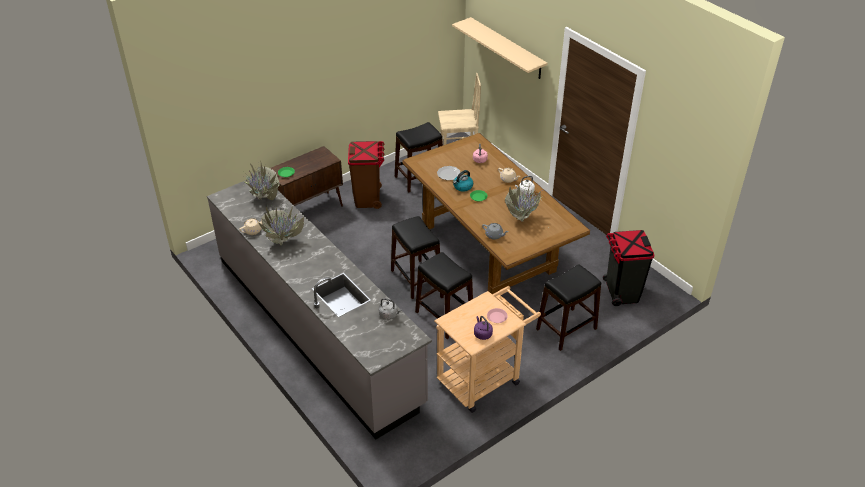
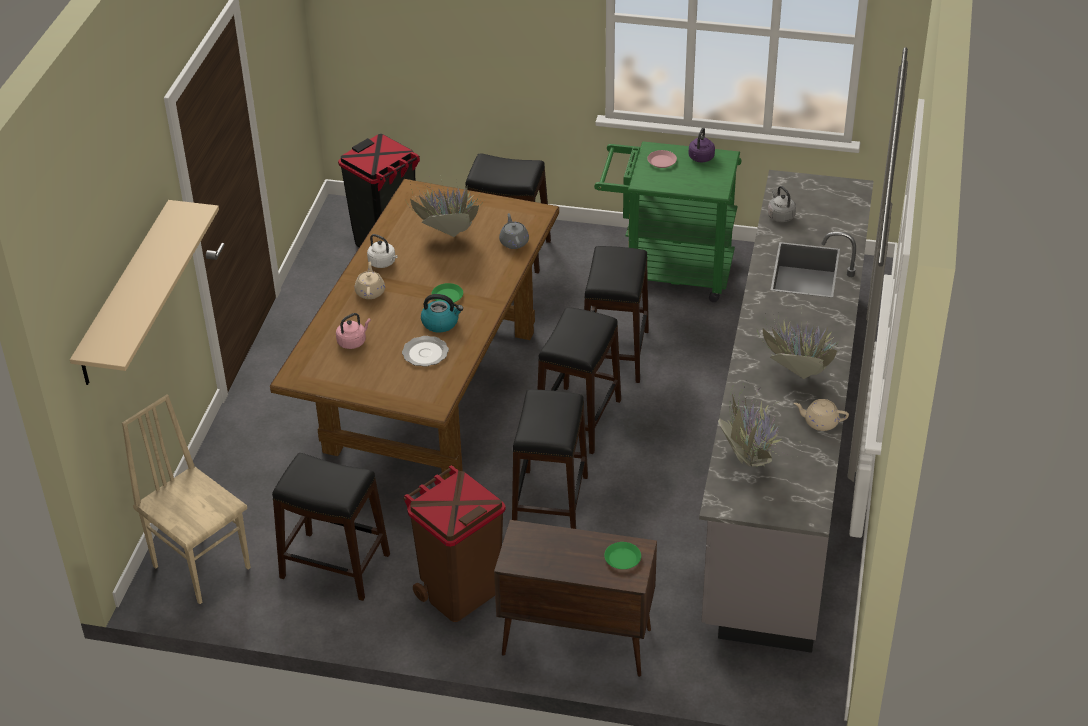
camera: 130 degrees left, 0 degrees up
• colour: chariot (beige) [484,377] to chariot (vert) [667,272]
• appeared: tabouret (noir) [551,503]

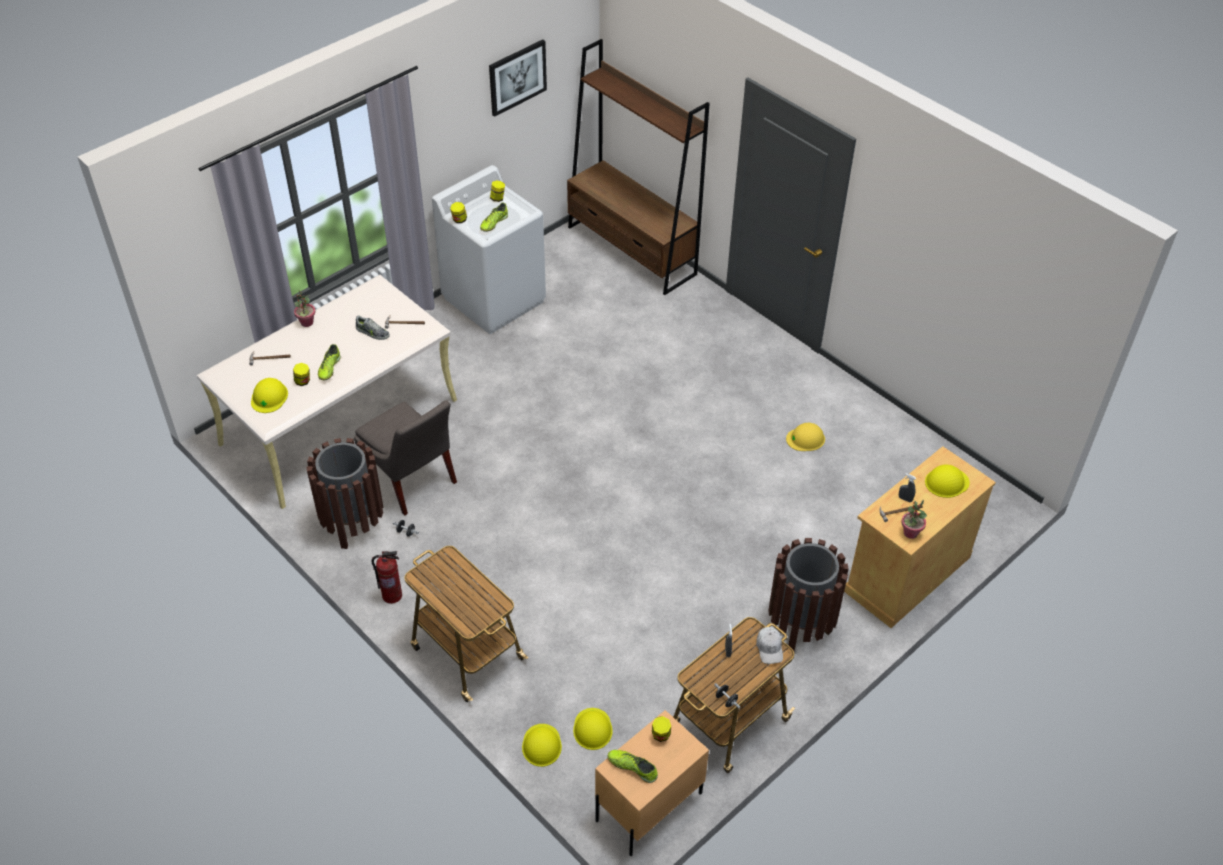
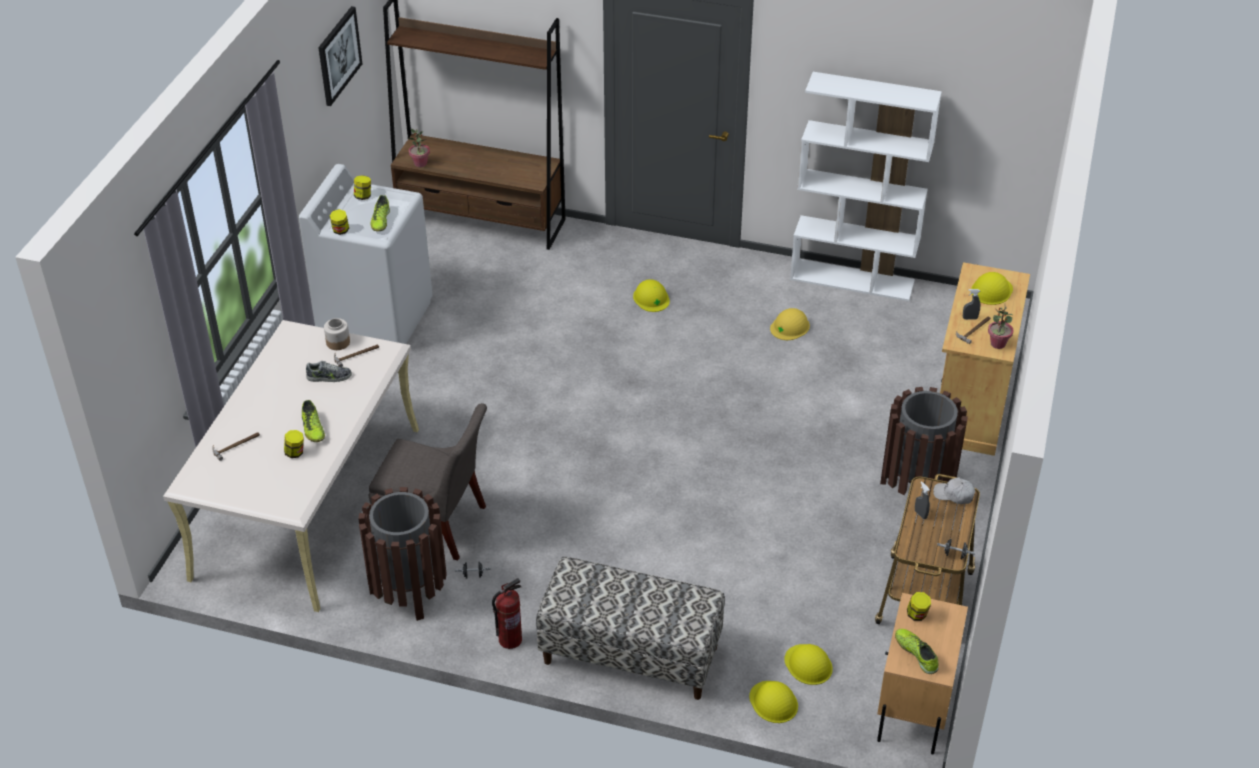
camera: 30 degrees left, 5 degrees down
• relocated: plante en pot [307,322] to [420,163]
• relocated: casque de chantier (jaune) [269,397] to [651,298]
• exchanged: chariot [466,651] to banc [630,655]
• spun: casquette (blanc) [769,648] = [954,495] 150 degrees clockwise
• spun: chaussure [632,767] = [916,654] 60 degrees clockwise
• appeared: bibliothèque (blanc) [853,280]
• appeared: bocal [338,343]

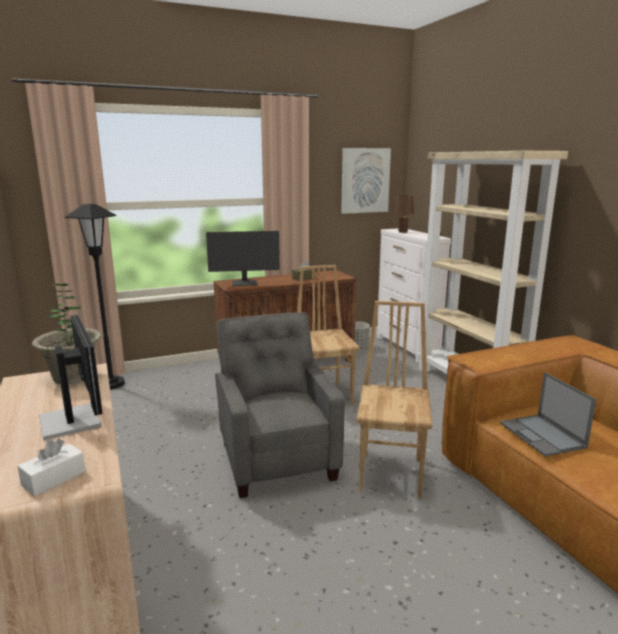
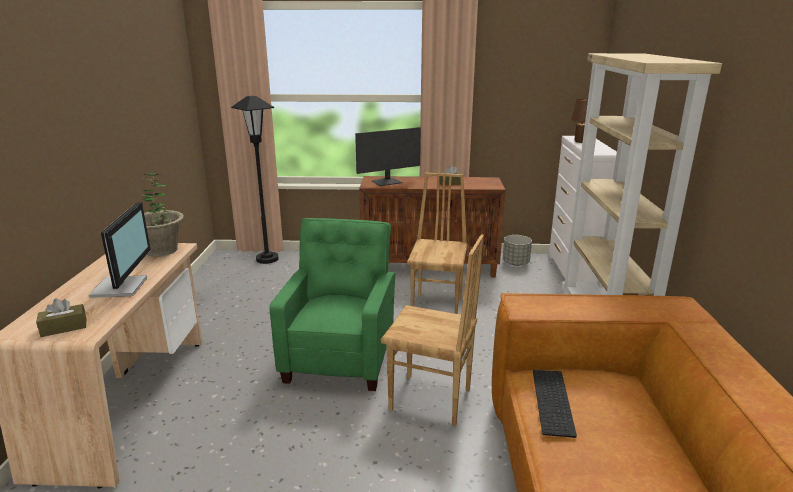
camera: 25 degrees right, 5 degrees up
• missing: tableau [365,180]
• spun: écran d'ordinateur [244,283] = [387,182] 45 degrees counterclockwise
• spun: chaise (marron) [392,474] = [430,400] 75 degrees clockwise
• colour: fauteuil (gris) [277,459] to fauteuil (vert) [341,357]
• exchanged: ordinateur portable [542,435] to clavier [554,402]
• colour: boîte à mouchoirs (blanc) [54,478] to boîte à mouchoirs (marron) [64,327]

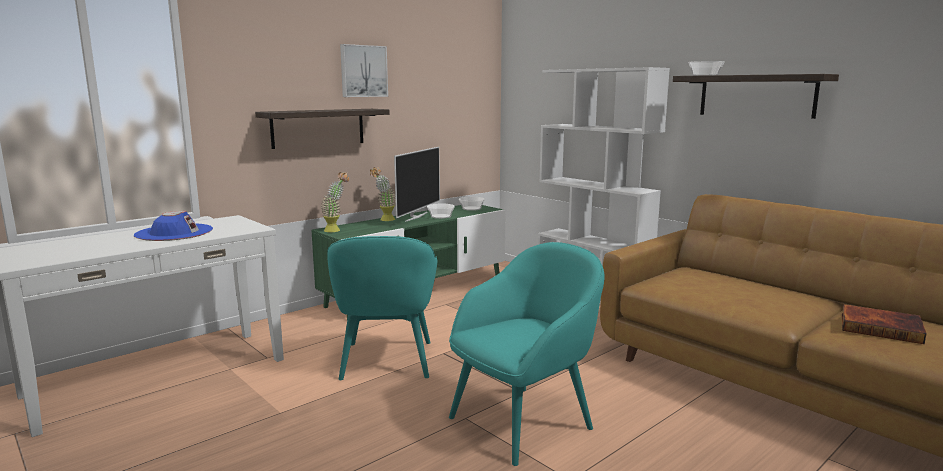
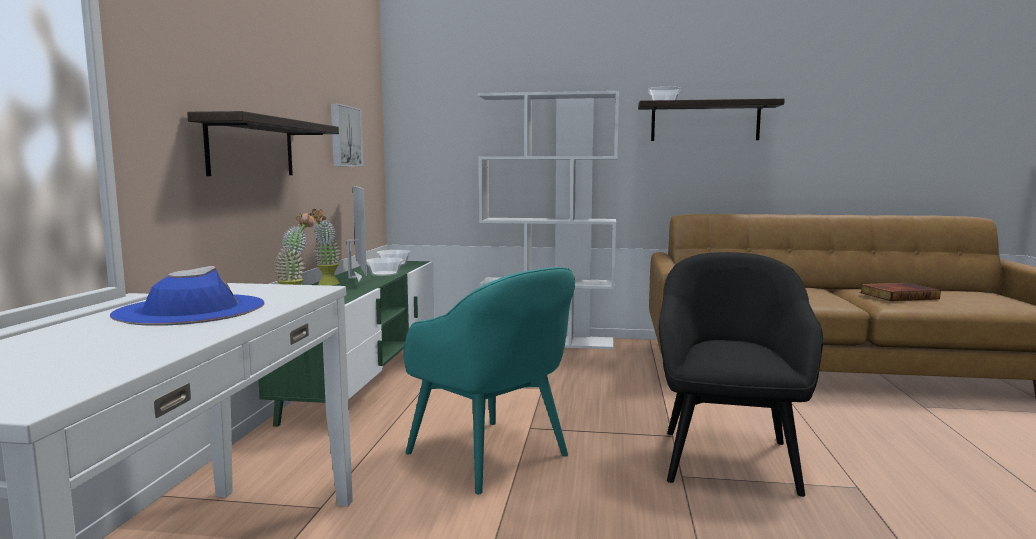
camera: 40 degrees left, 5 degrees down
• relocated: tableau [363,71] to [344,136]
• colour: fauteuil (turquoise) [523,421] to fauteuil (noir) [728,459]

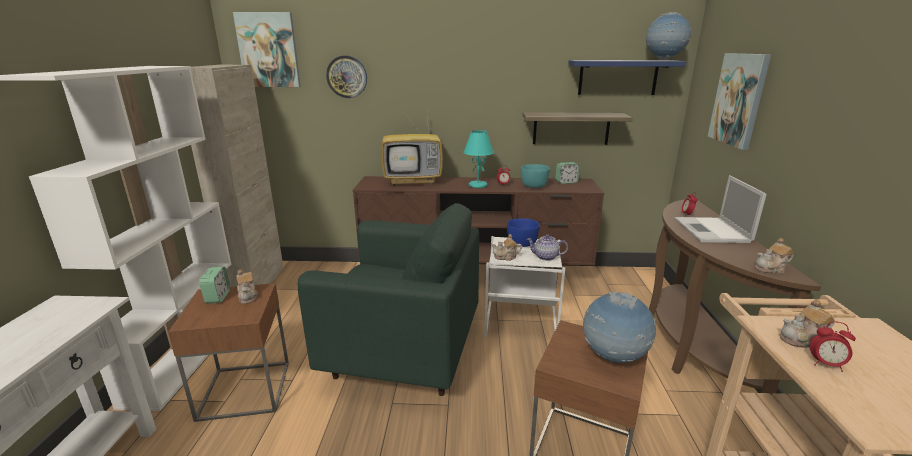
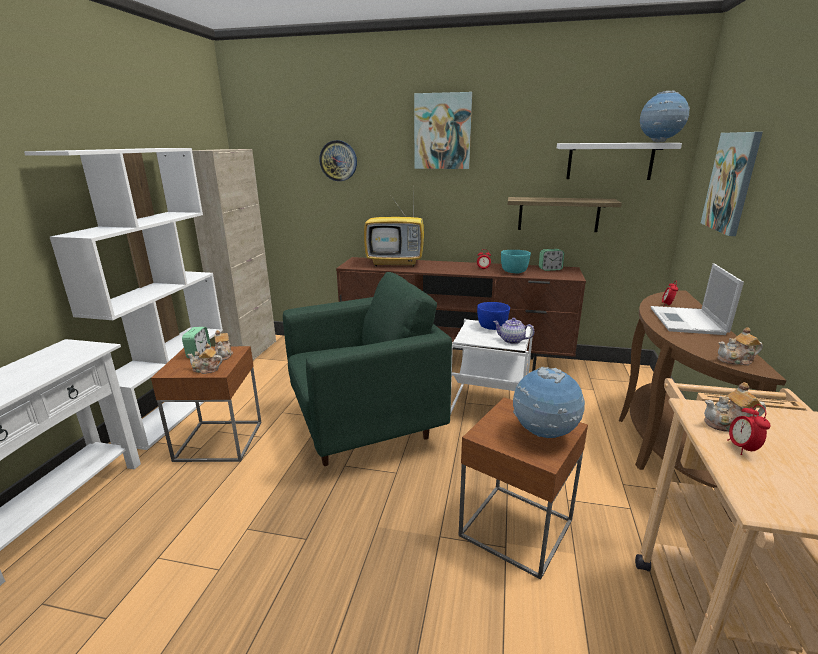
camera: 10 degrees right, 0 degrees up
• relocated: tableau [268,50] to [442,131]
• colour: étagère (bleu) [617,77] to étagère (blanc) [610,161]
• missing: lampe de table (turquoise) [477,185]
• spun: fauteuil (vert) [403,357] = [365,427] 45 degrees counterclockwise
• relocated: théière [506,257] to [206,369]
• spun: réveil [825,364] = [742,448] 60 degrees clockwise

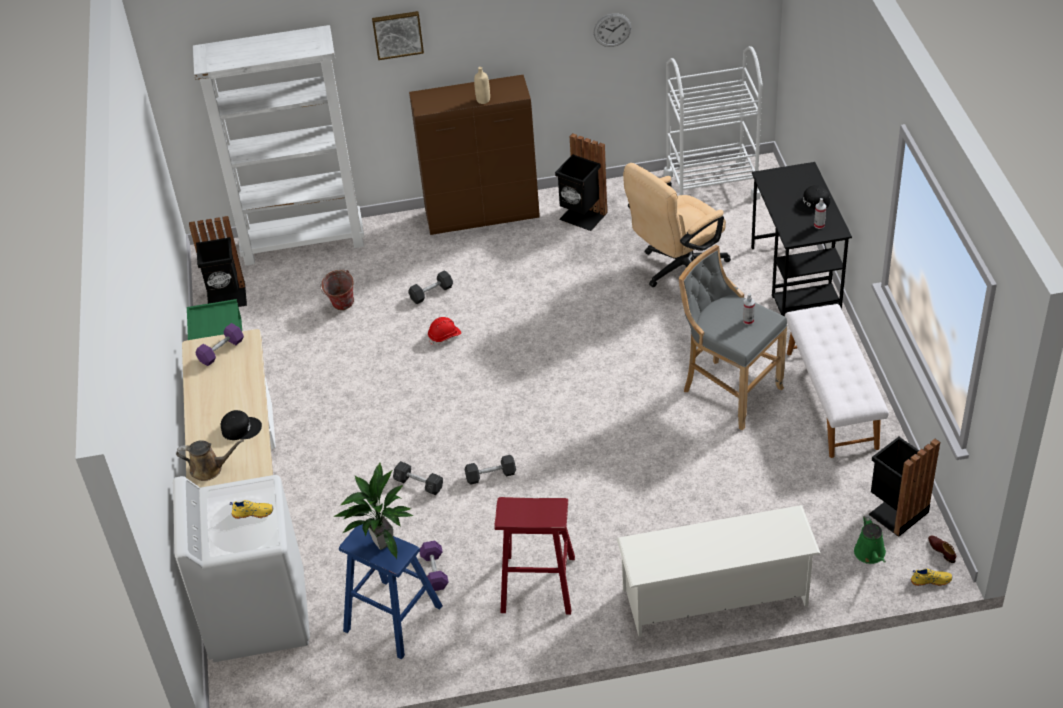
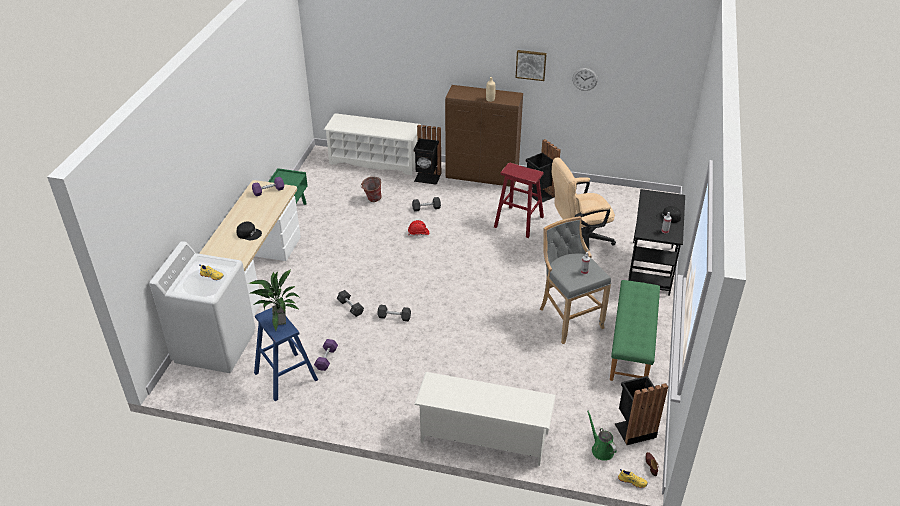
camera: 20 degrees right, 5 degrees down
• relocated: tableau [397,34] to [531,64]
• exchanged: bibliothèque (blanc) [304,242] to étagère à chaussures (blanc) [375,161]
• missing: chariot (blanc) [711,186]
• relocated: poubelle (noir) [227,299] to [427,178]
• colour: banc (blanc) [832,399] to banc (vert) [632,345]
• missing: arrosoir (marron) [209,469]
• relocated: tabouret (rouge) [538,584] to [518,222]
• spun: arrosoir (vert) [870,554] = [601,449] 135 degrees clockwise

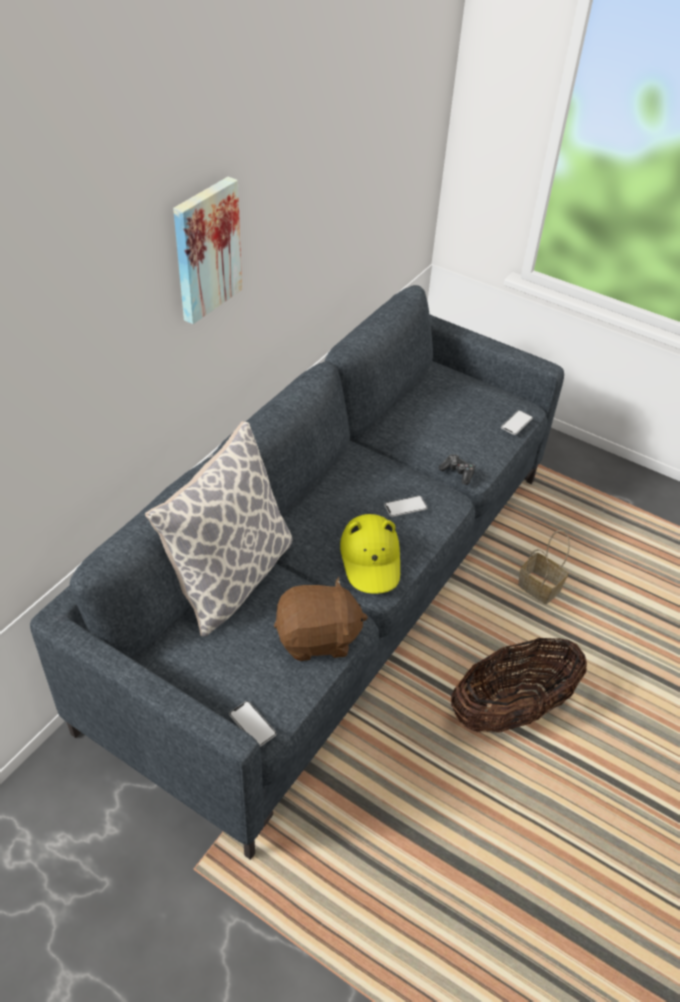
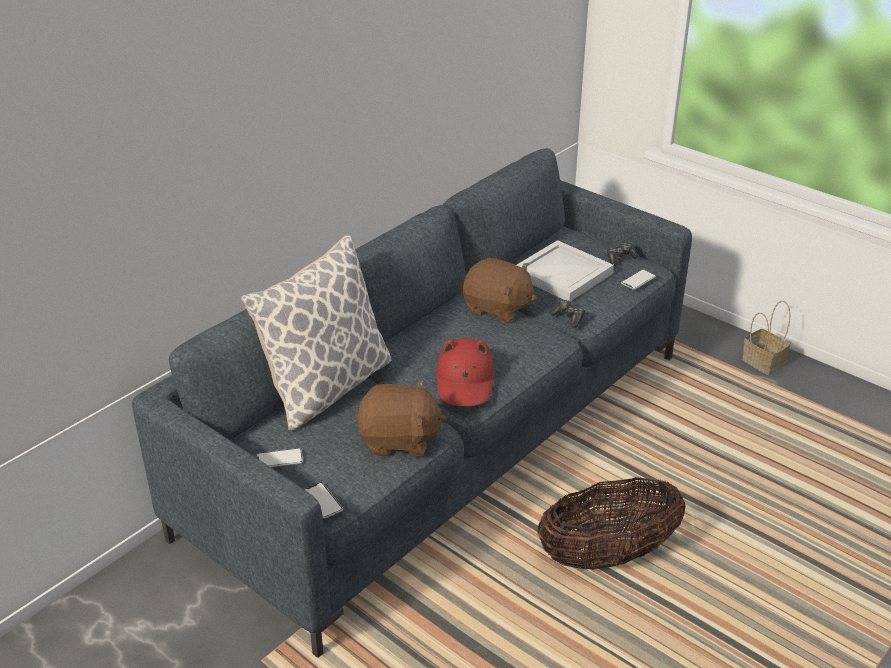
camera: 10 degrees right, 10 degrees down
• missing: tableau [205,249]
• relocated: téléphone [405,507] to [279,459]
• colour: chapeau (jaune) [371,559] to chapeau (rouge) [465,381]
• relocated: panier [537,588] to [761,362]
• appeared: plateau (blanc) [563,275]
• appeared: manette [620,258]
• appeared: peluche (marron) [497,309]

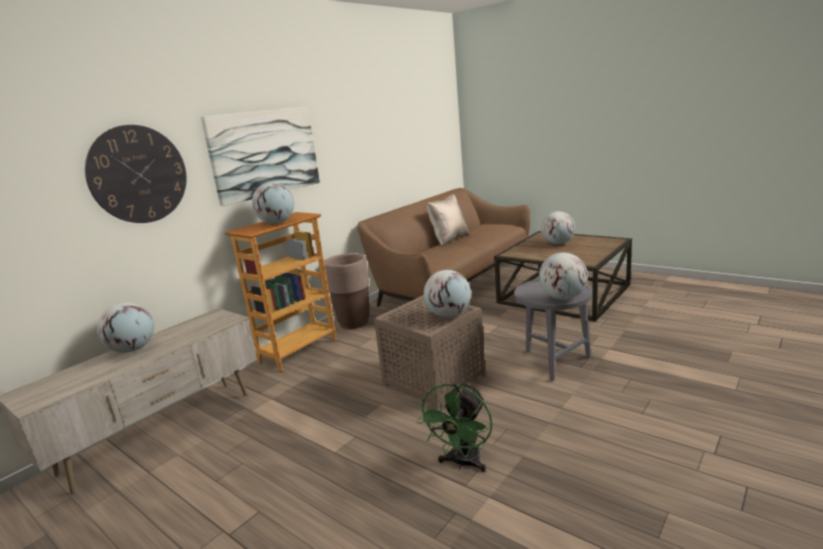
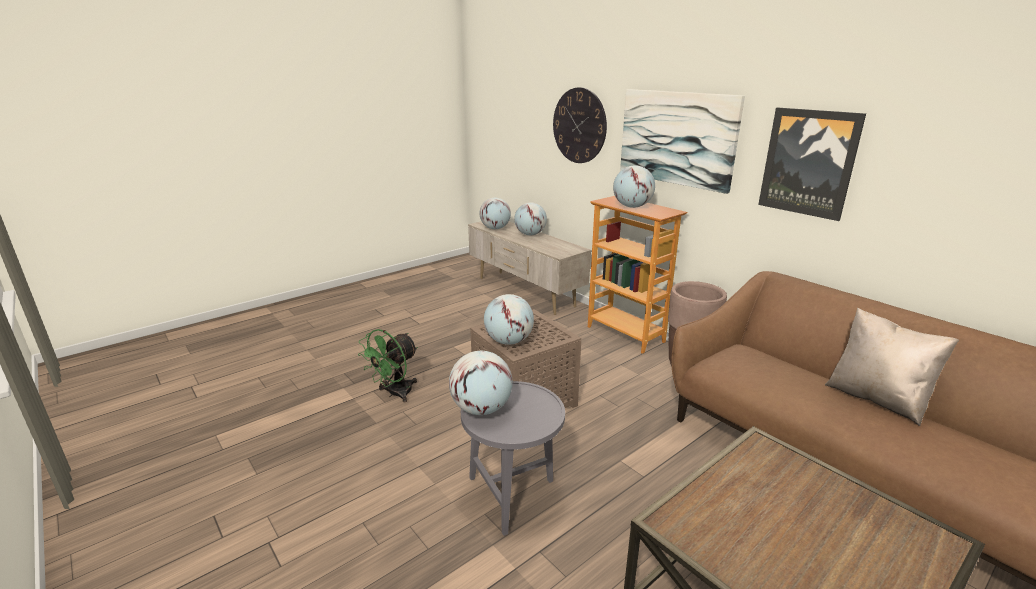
camera: 100 degrees right, 5 degrees up
• relocated: globe [558,243] to [495,228]
• spun: ventilateur (vert) [462,463] = [395,394] 90 degrees counterclockwise
• appeared: tableau [808,162]

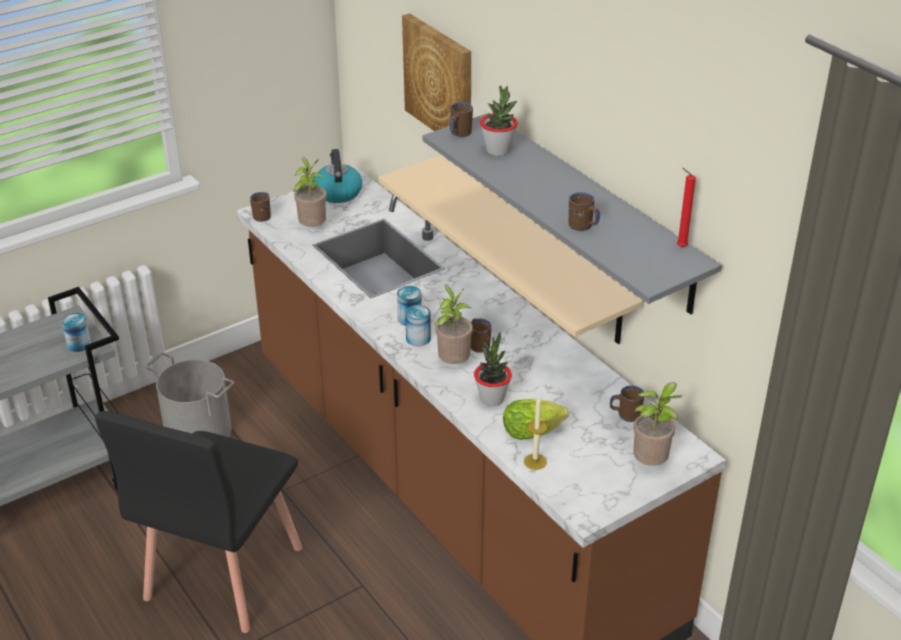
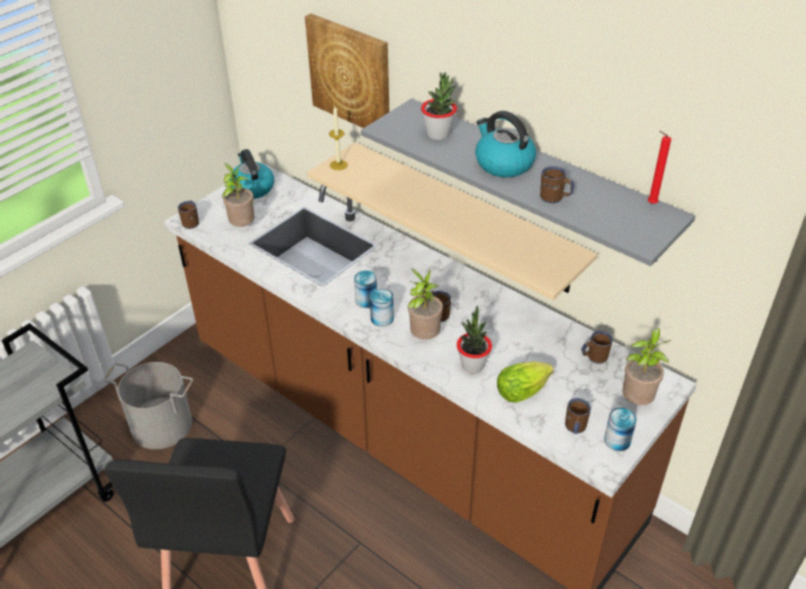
camera: 15 degrees left, 5 degrees up
• relocated: mug (marron) [458,134] to [574,428]
• relocated: boîte métallique [79,344] to [617,440]
• relocated: bougie [535,461] to [338,165]
• appeared: bouilloire [503,163]

